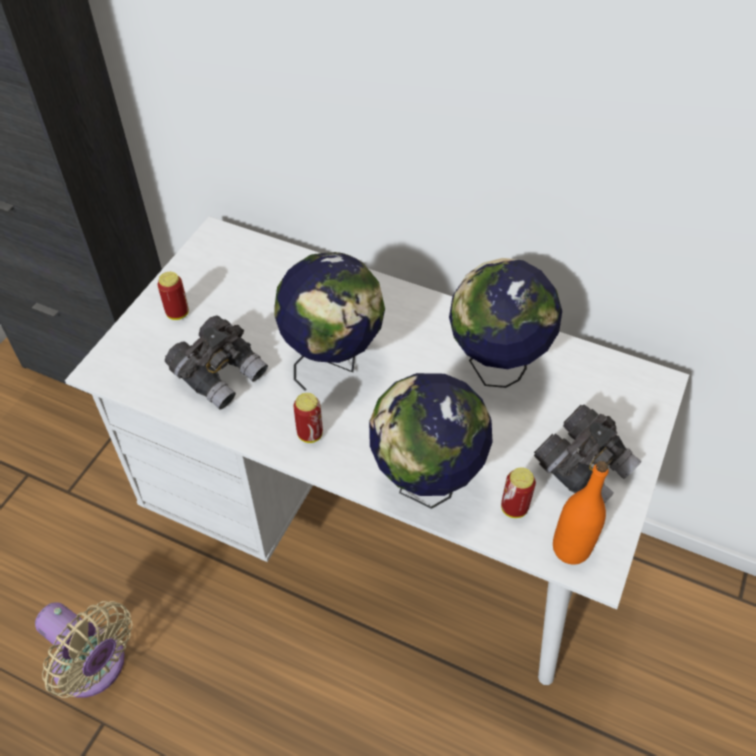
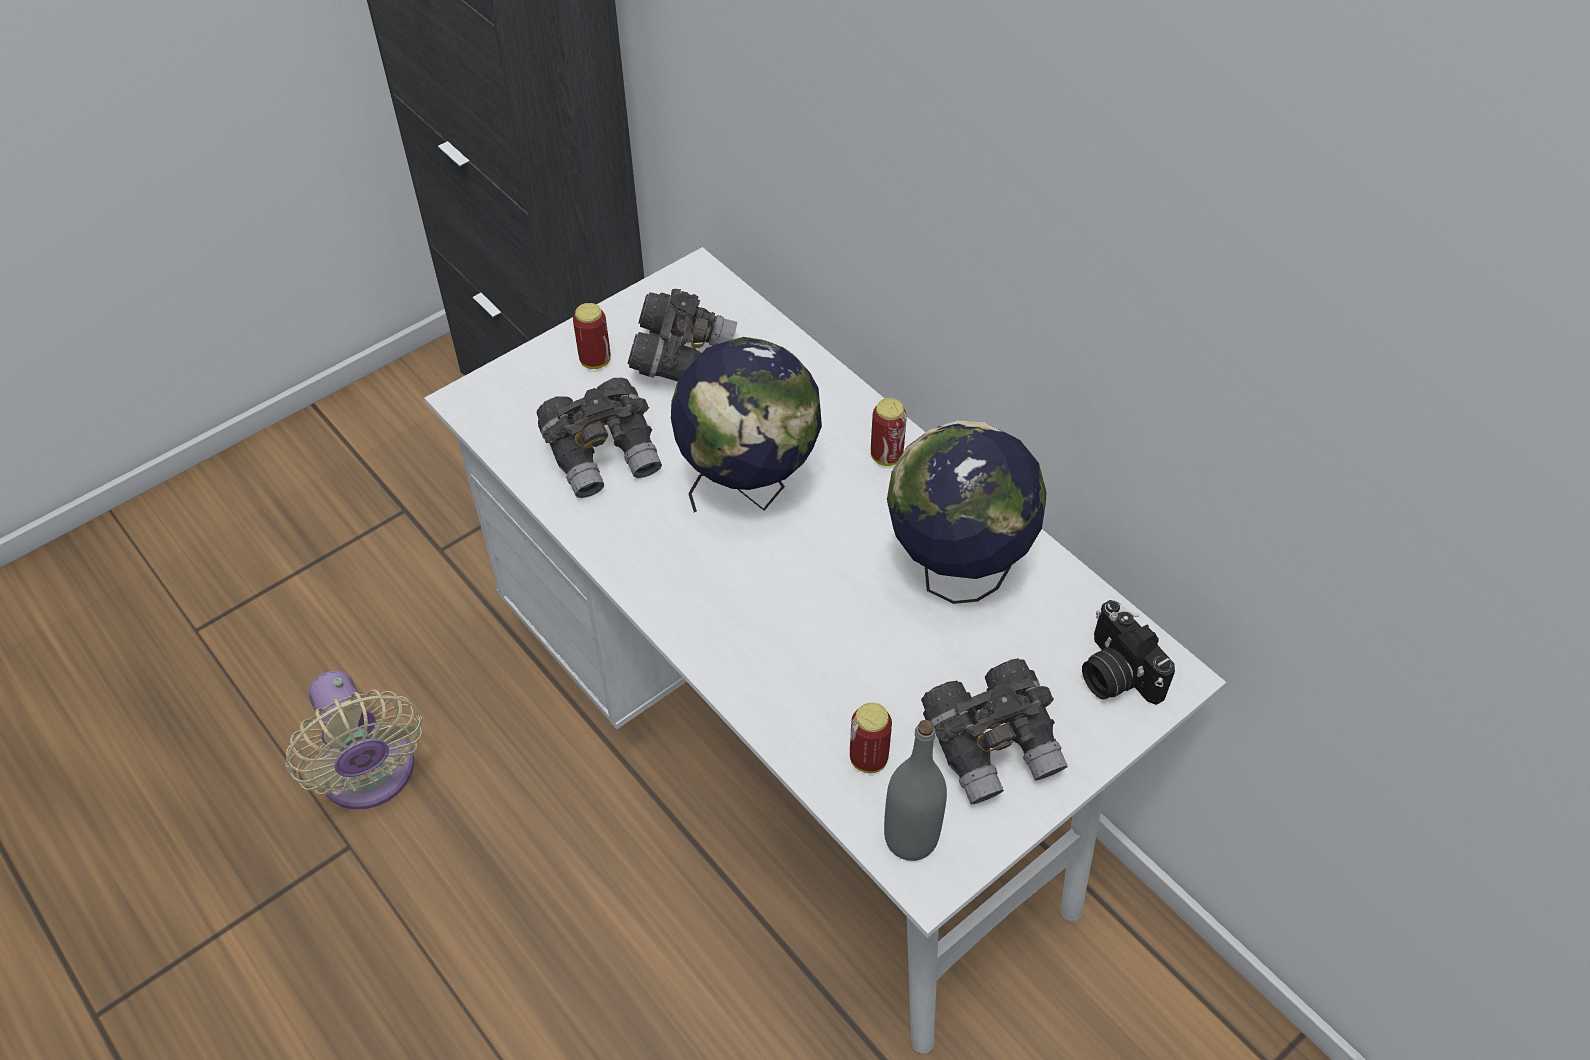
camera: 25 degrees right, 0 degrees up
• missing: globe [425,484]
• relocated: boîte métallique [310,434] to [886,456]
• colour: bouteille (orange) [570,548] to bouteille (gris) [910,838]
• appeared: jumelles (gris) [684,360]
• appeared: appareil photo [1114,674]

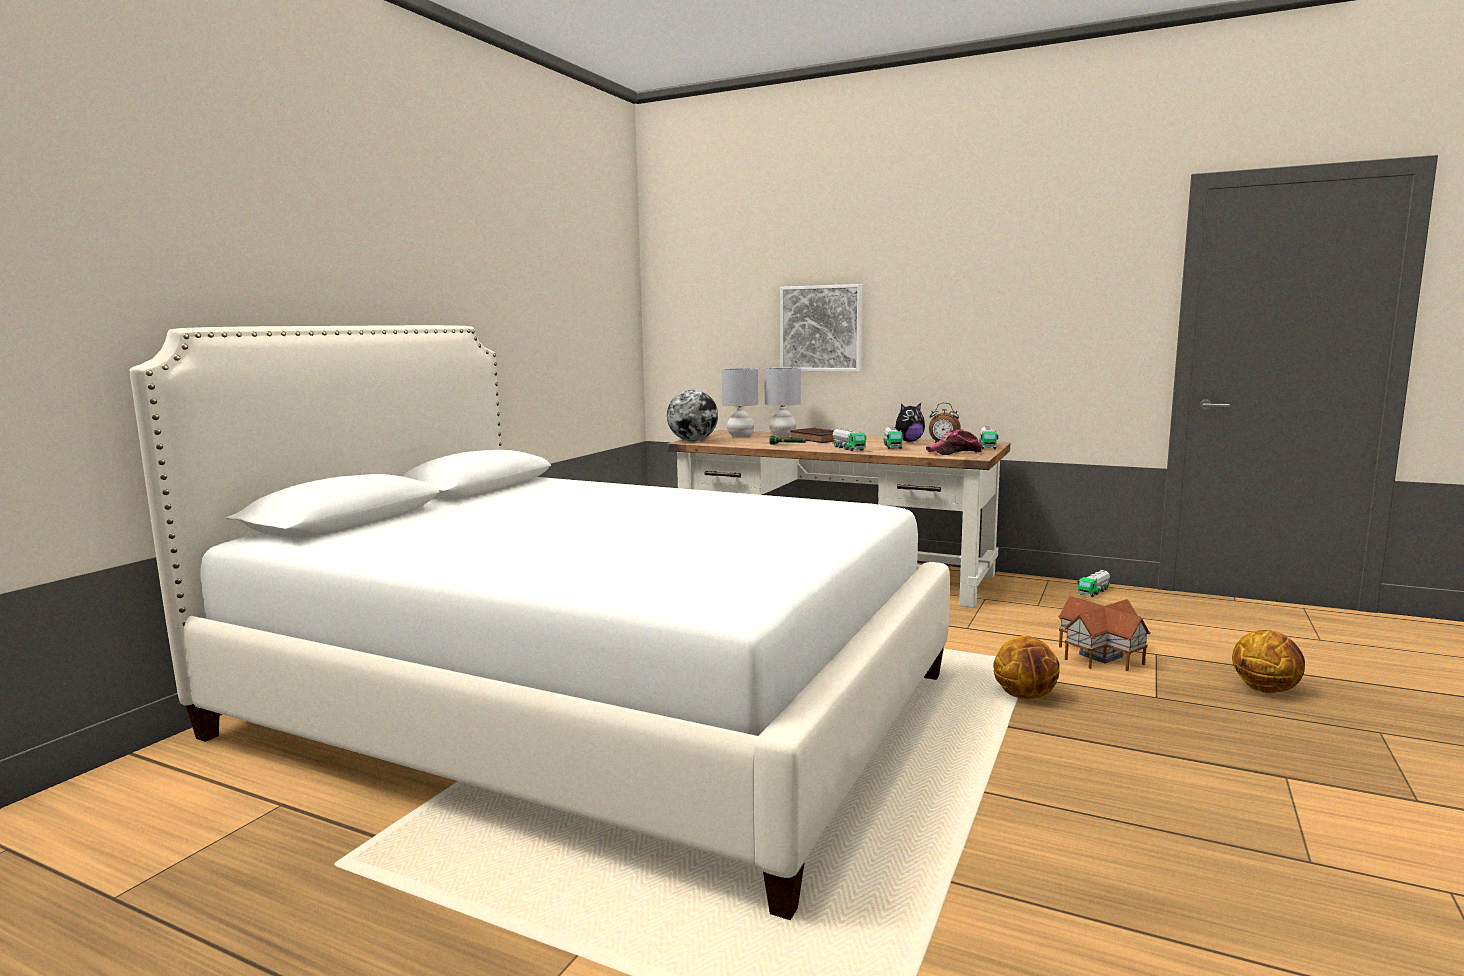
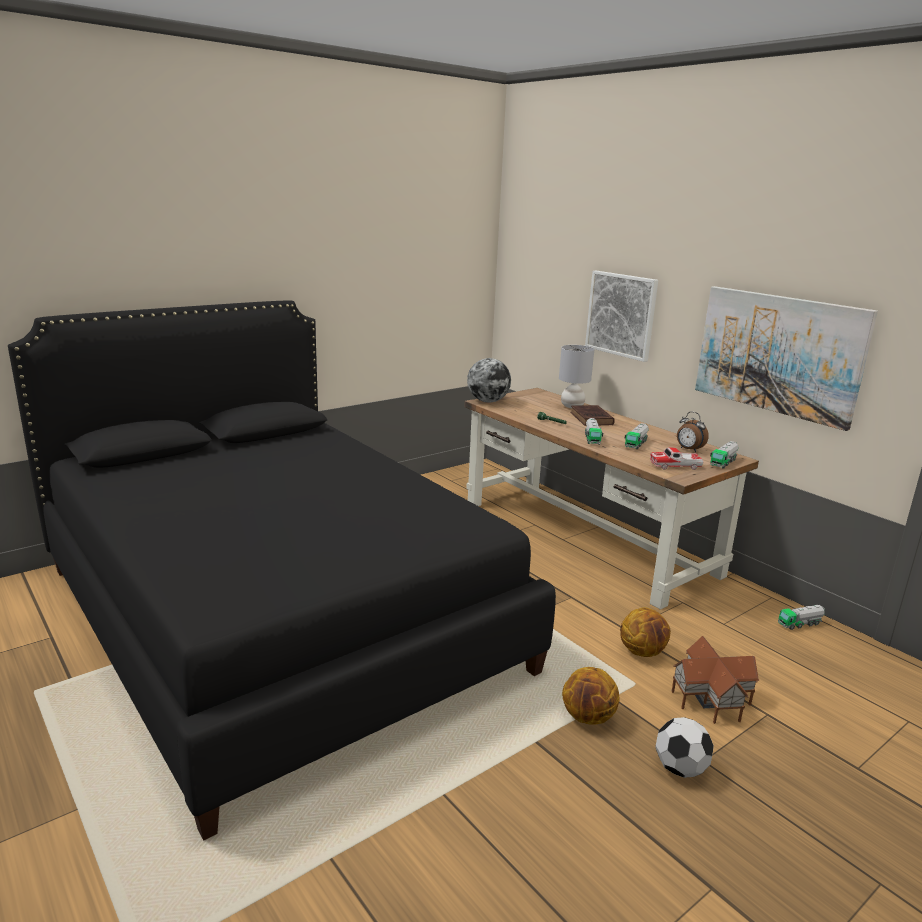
camera: 25 degrees right, 10 degrees up
• colour: lit (blanc) [589,704] to lit (noir) [276,616]
• missing: lampe de table (gris) [740,436]
• missing: peluche [908,441]
• exchanged: casquette [954,452] to petite voiture [675,465]
• relocated: ballon de basket [1265,689] to [643,652]
• appeared: tableau [778,354]
• appeared: ballon de foot [680,769]

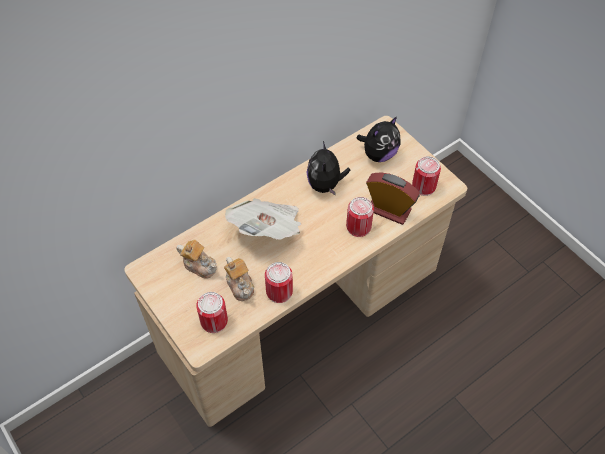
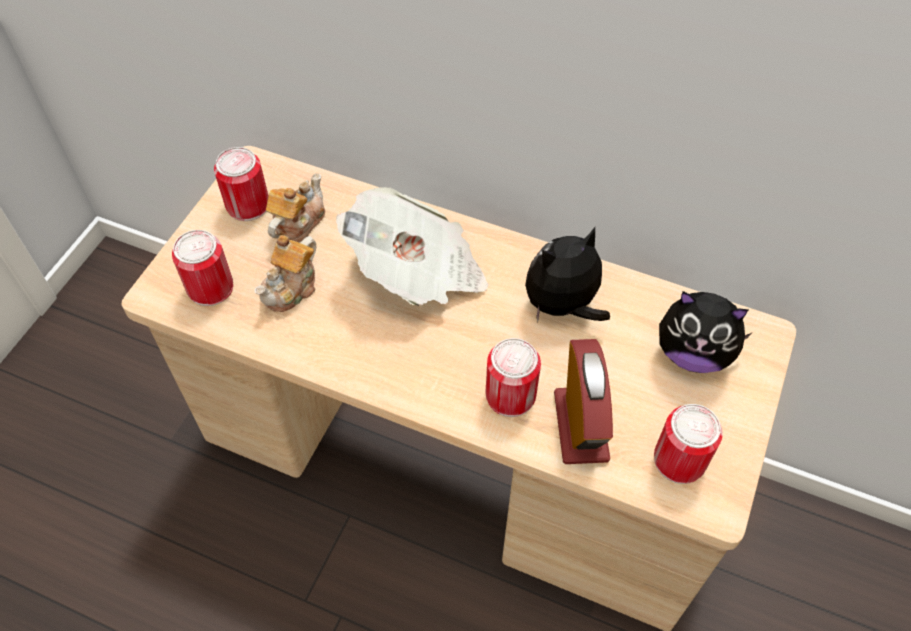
camera: 60 degrees right, 0 degrees up
• spun: théière [199,265] = [298,223] 150 degrees counterclockwise
• relocated: boîte métallique [279,291] to [248,205]

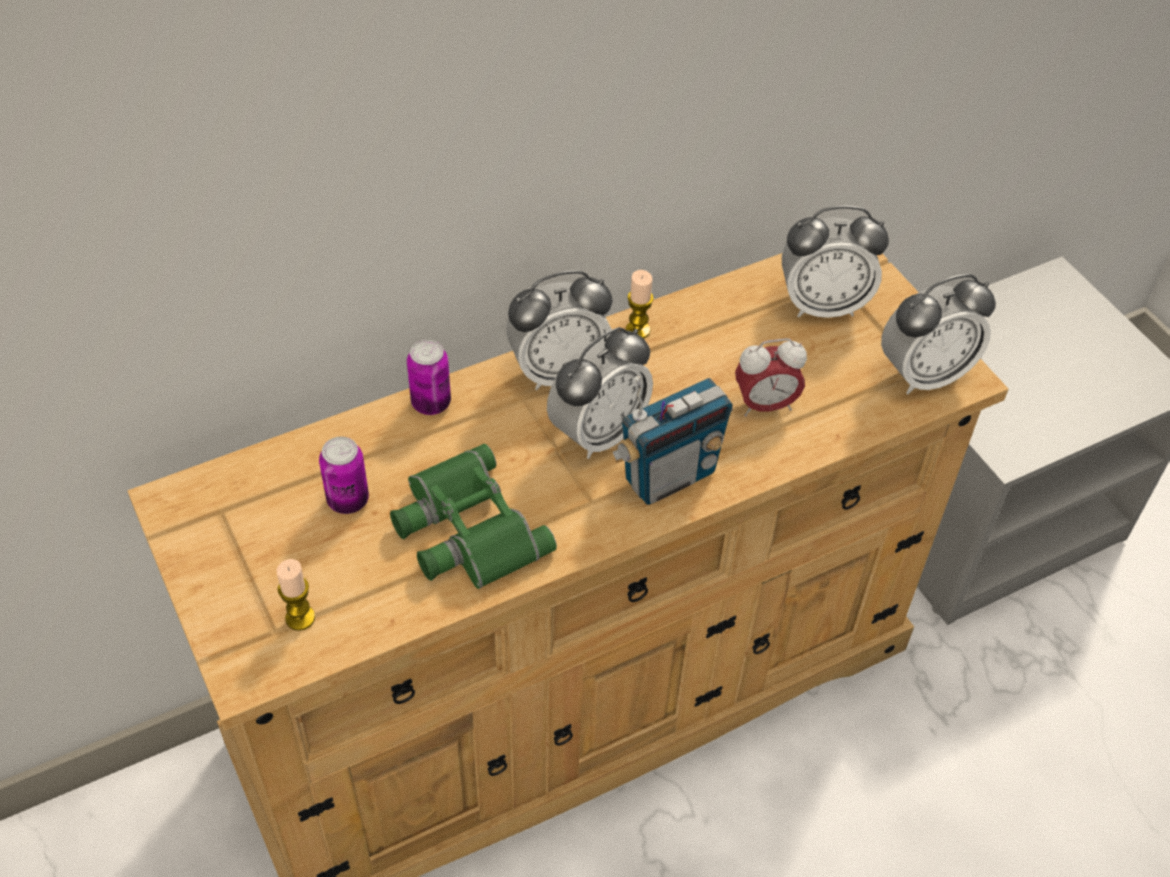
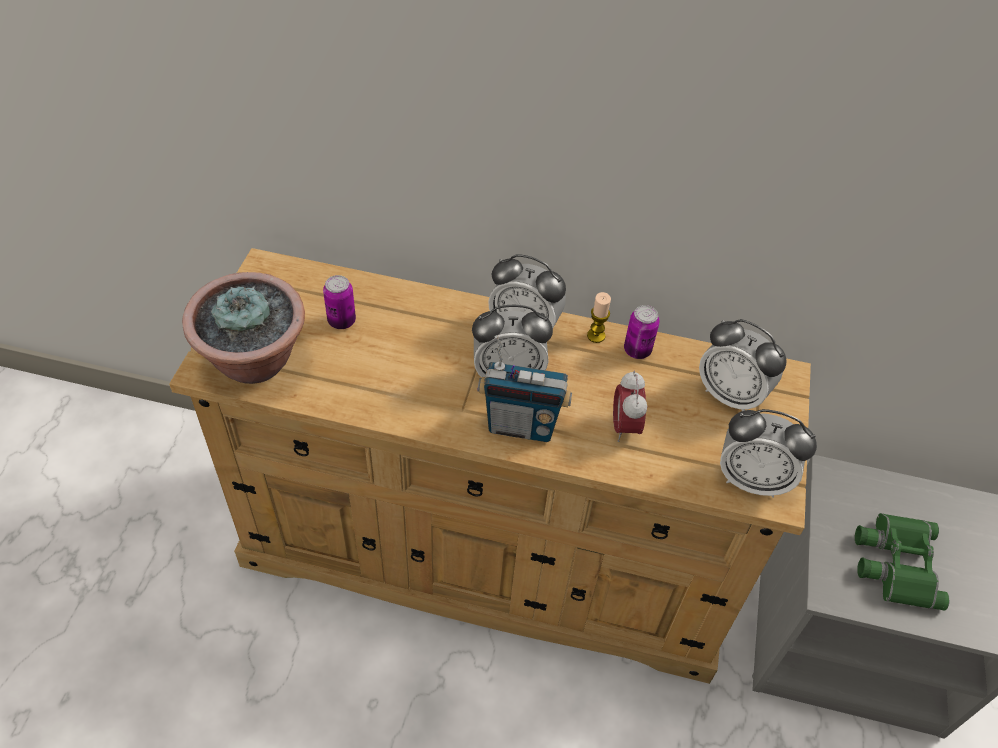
camera: 40 degrees right, 0 degrees up
• spun: réveil [765,405] = [624,427] 60 degrees clockwise
• relocated: boîte métallique [431,403] to [637,350]
• relocated: jumelles (vert) [464,529] to [895,562]
• exchanged: bougie [300,618] to plante en pot [255,362]

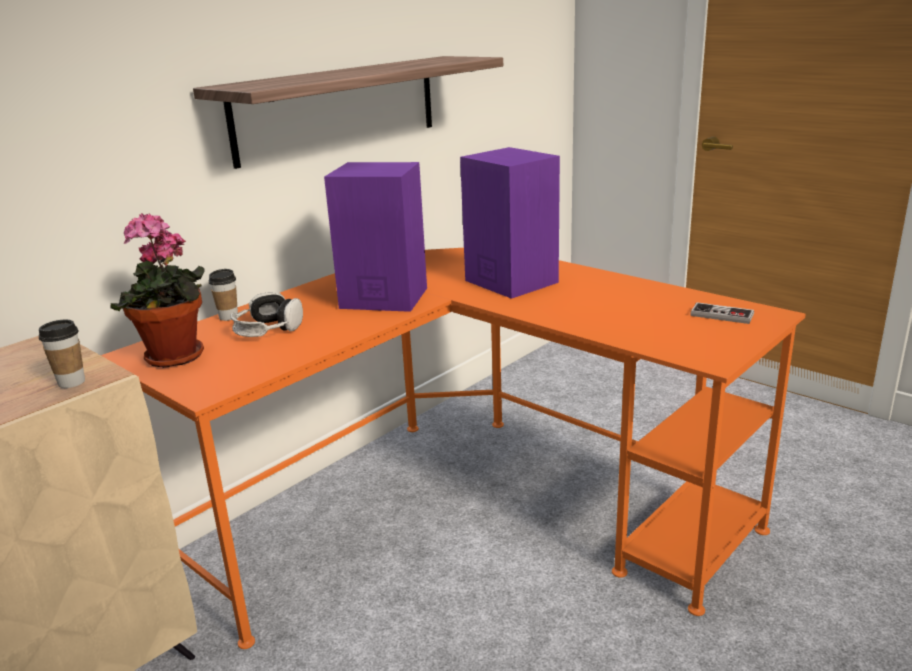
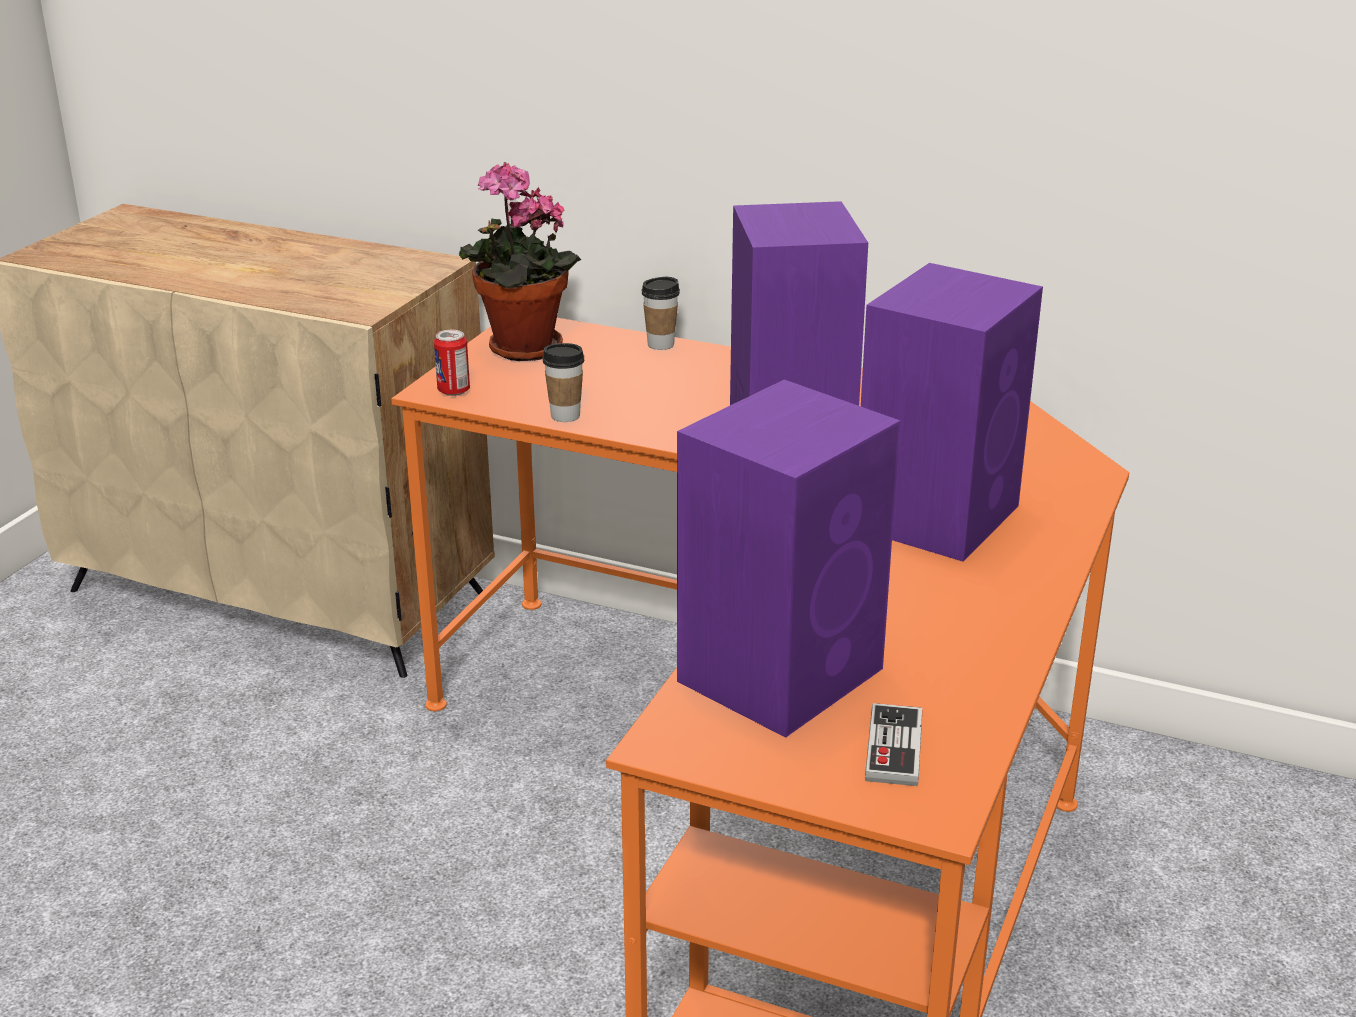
camera: 70 degrees right, 5 degrees up
• missing: étagère [339,108]
• missing: casque audio [268,330]
• relocated: tasse [71,382] to [565,416]
• appeared: boîte métallique [453,391]
• appeared: enceinte (violet) [783,673]

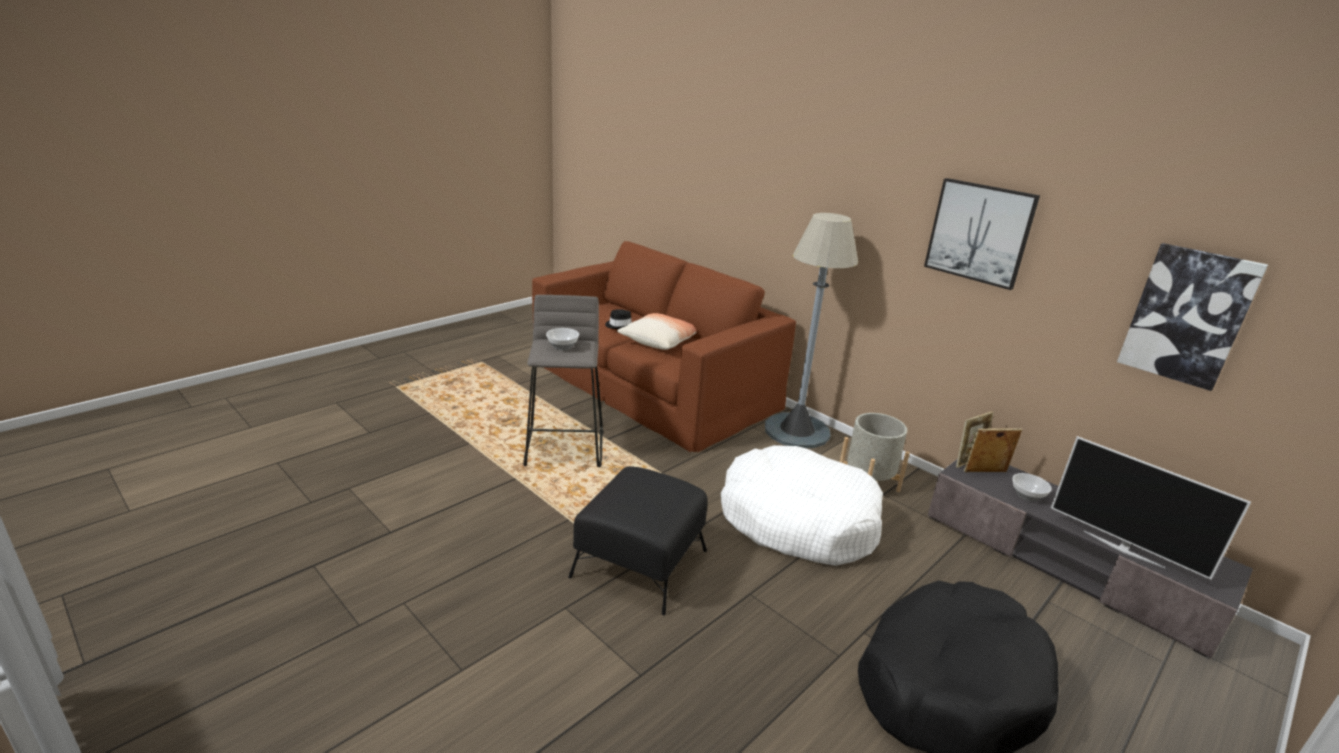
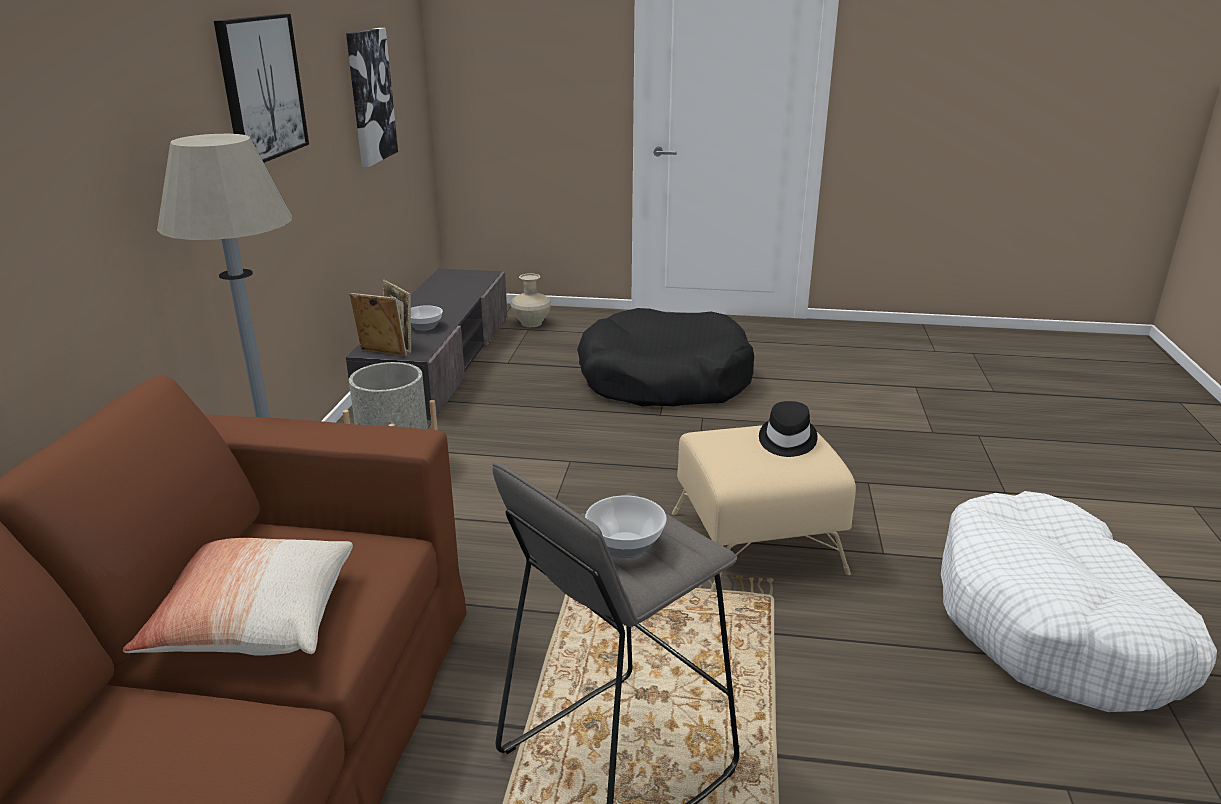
camera: 125 degrees left, 0 degrees up
• relocated: chapeau (noir) [619,325] to [786,440]
• missing: téléviseur [1123,548]
• relocated: panier pour chien (blanc) [798,520] to [1054,625]
• colour: pouf (noir) [638,564] to pouf (beige) [758,542]
• appeared: vase (beige) [531,323]

